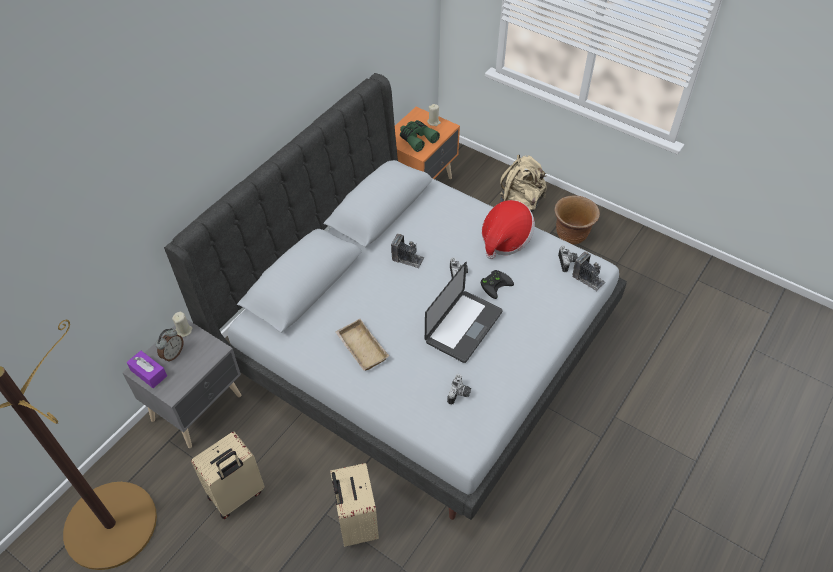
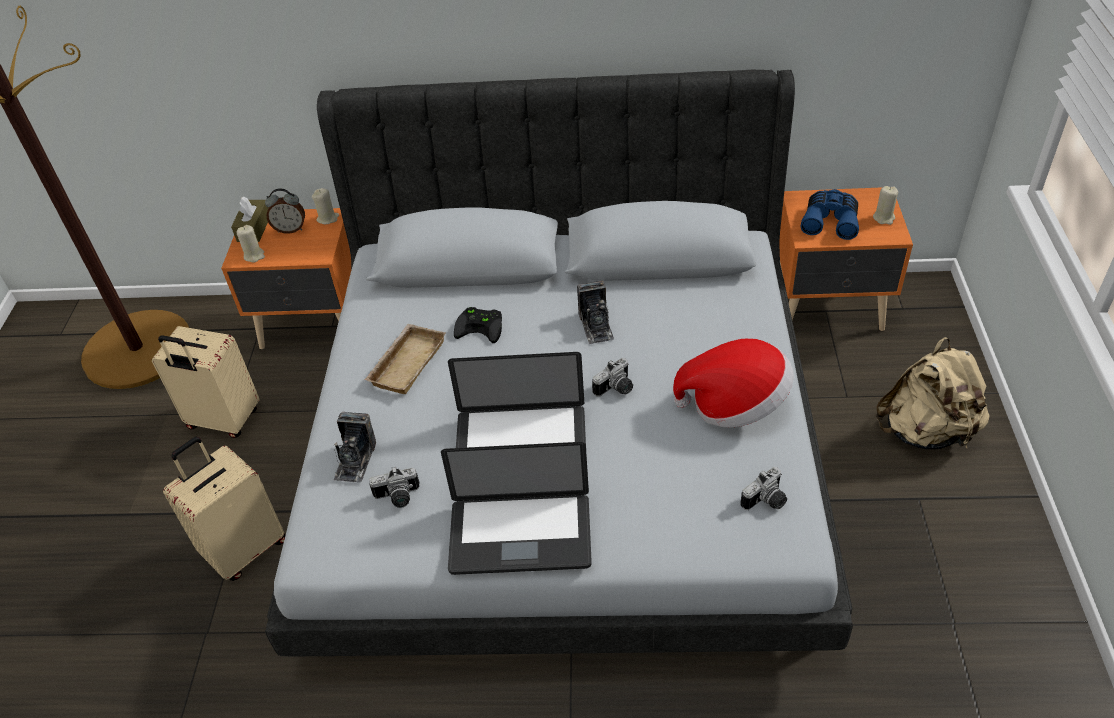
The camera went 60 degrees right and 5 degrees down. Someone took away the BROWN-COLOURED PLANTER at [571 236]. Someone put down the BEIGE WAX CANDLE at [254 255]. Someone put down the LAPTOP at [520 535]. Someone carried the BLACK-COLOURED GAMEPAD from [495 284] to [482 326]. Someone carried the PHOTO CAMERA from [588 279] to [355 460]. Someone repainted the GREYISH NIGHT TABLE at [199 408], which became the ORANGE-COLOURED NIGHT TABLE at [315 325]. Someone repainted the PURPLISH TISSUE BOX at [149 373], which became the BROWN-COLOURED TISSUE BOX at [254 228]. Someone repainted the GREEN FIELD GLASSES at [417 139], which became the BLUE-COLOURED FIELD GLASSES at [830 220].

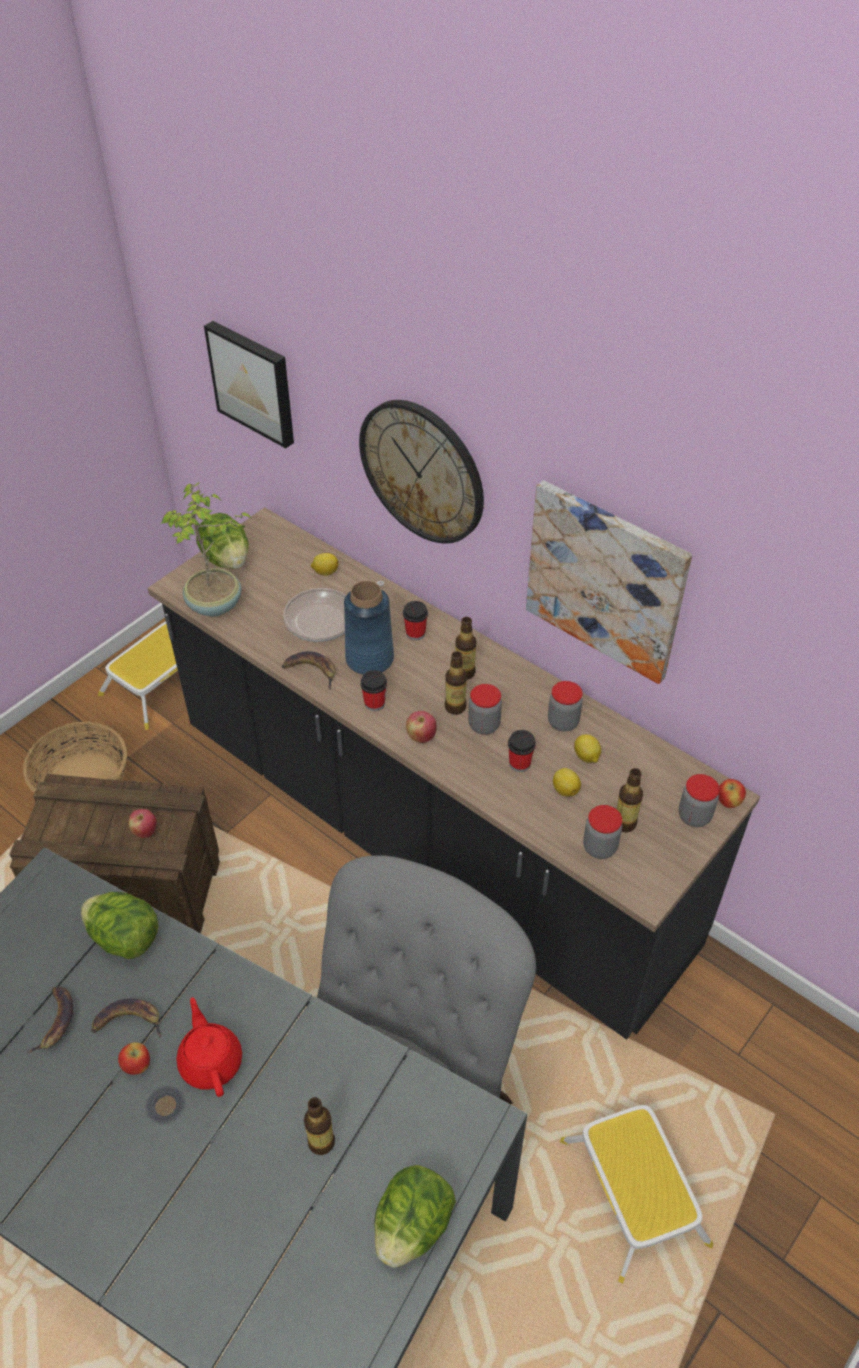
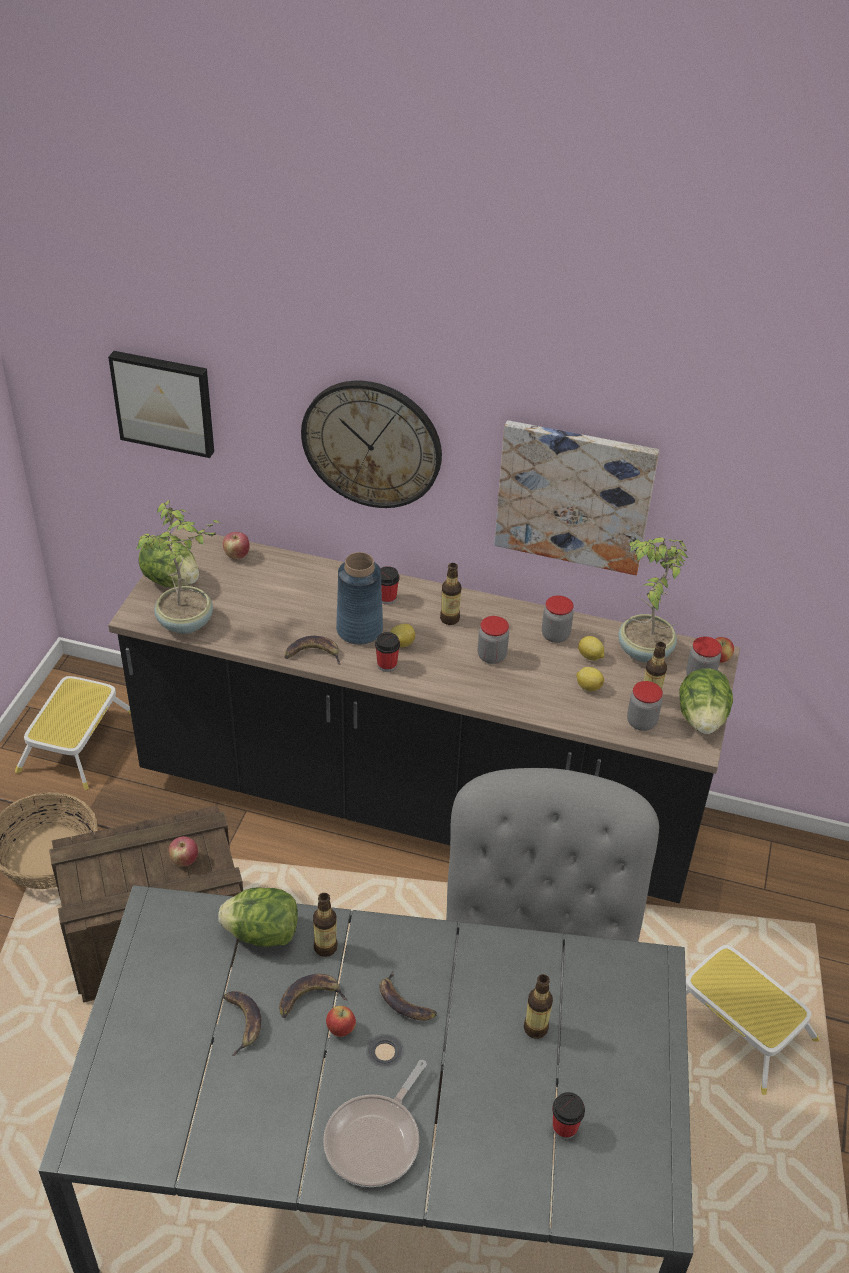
The camera went 25 degrees left and 5 degrees down. Someone put down the HOUSEPLANT at [643 651]. Someone carried the SKILLET from [325 618] to [376 1140]. Someone carried the WHOLE LEMON from [325 572] to [401 644]. Someone carried the HEAD OF LETTUCE from [413 1225] to [701 719]. Someone carried the APPLE from [421 737] to [237 555]. Someone carried the BOTTLE from [455 707] to [325 947]. Someone carried the CUP from [519 763] to [564 1127]. Someone swapped the REDDISH POT FOR TEA at [211 1061] for the BANANA at [404 1002].

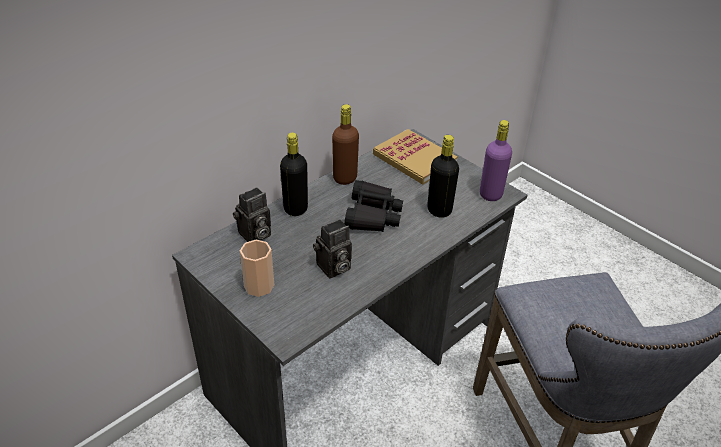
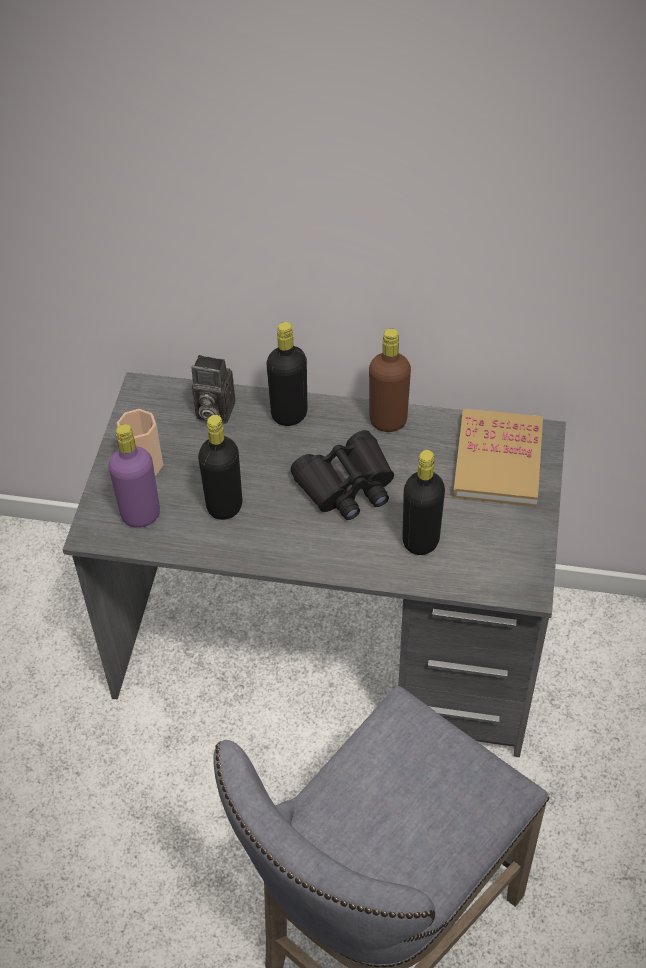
The camera went 55 degrees right and 10 degrees up. Someone carried the PURPLISH BOTTLE from [490 194] to [140 515]. Someone swapped the PHOTO CAMERA at [333 268] for the BLACK-COLOURED BOTTLE at [224 506].

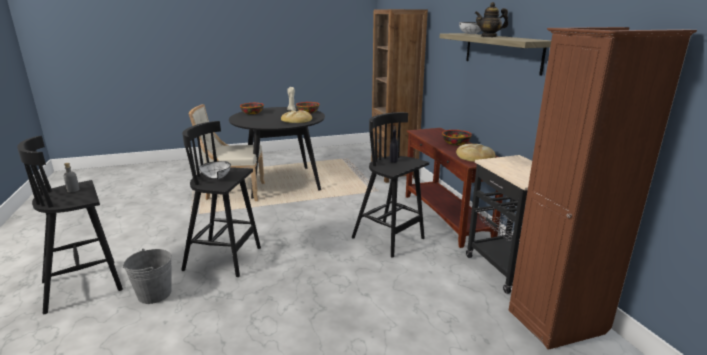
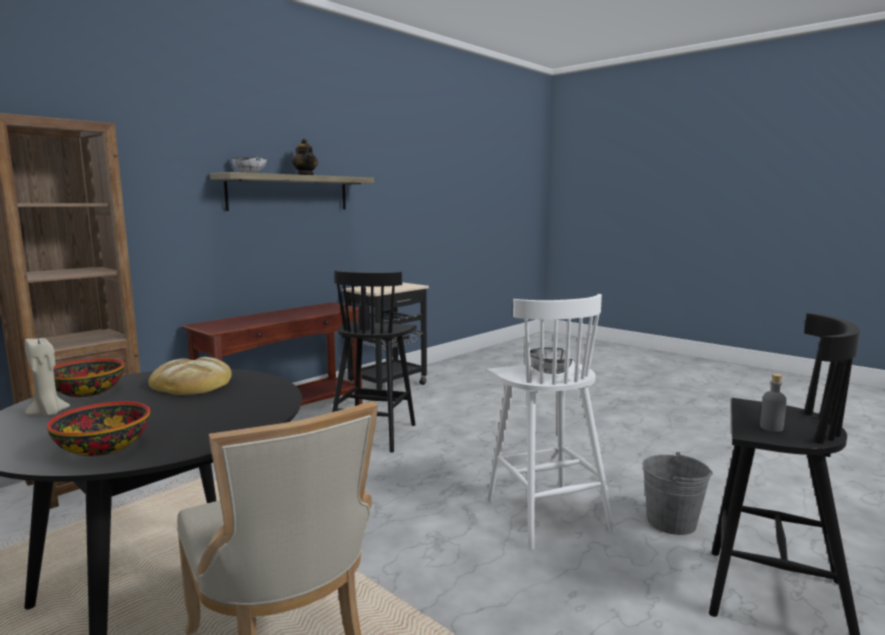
The camera went 120 degrees left and 10 degrees down. Someone took away the BOWL at [456 143]. Someone took away the BAKED BREAD at [474 156]. Someone took away the BROWN-COLOURED CUPBOARD at [557 322]. Someone repainted the BLACK-COLOURED STOOL SEAT at [225 258], which became the WHITISH STOOL SEAT at [545 512].

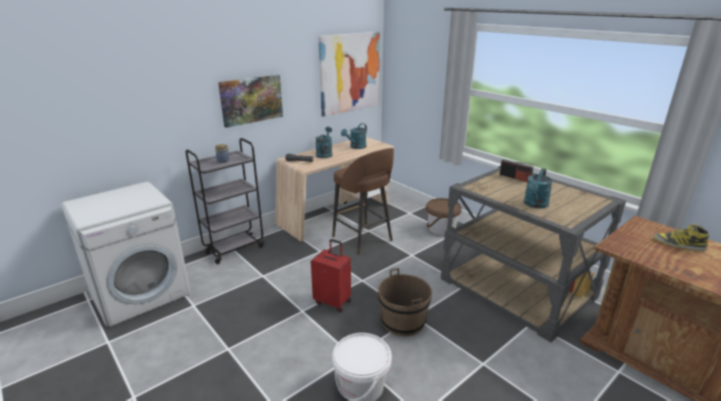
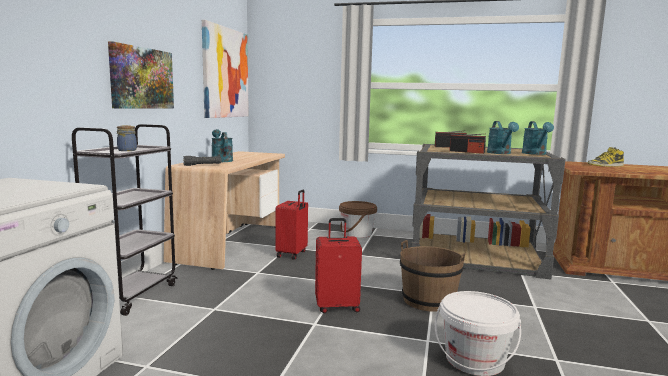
The camera went 35 degrees left and 15 degrees down. Someone put down the RADIO at [466 152]. Someone carried the BLUE-GREEN WATERING CAN from [356 147] to [535 154]. Someone swapped the BROWN-COLOURED STOOL SEAT at [363 239] for the REDDISH SUITCASE at [292 254].

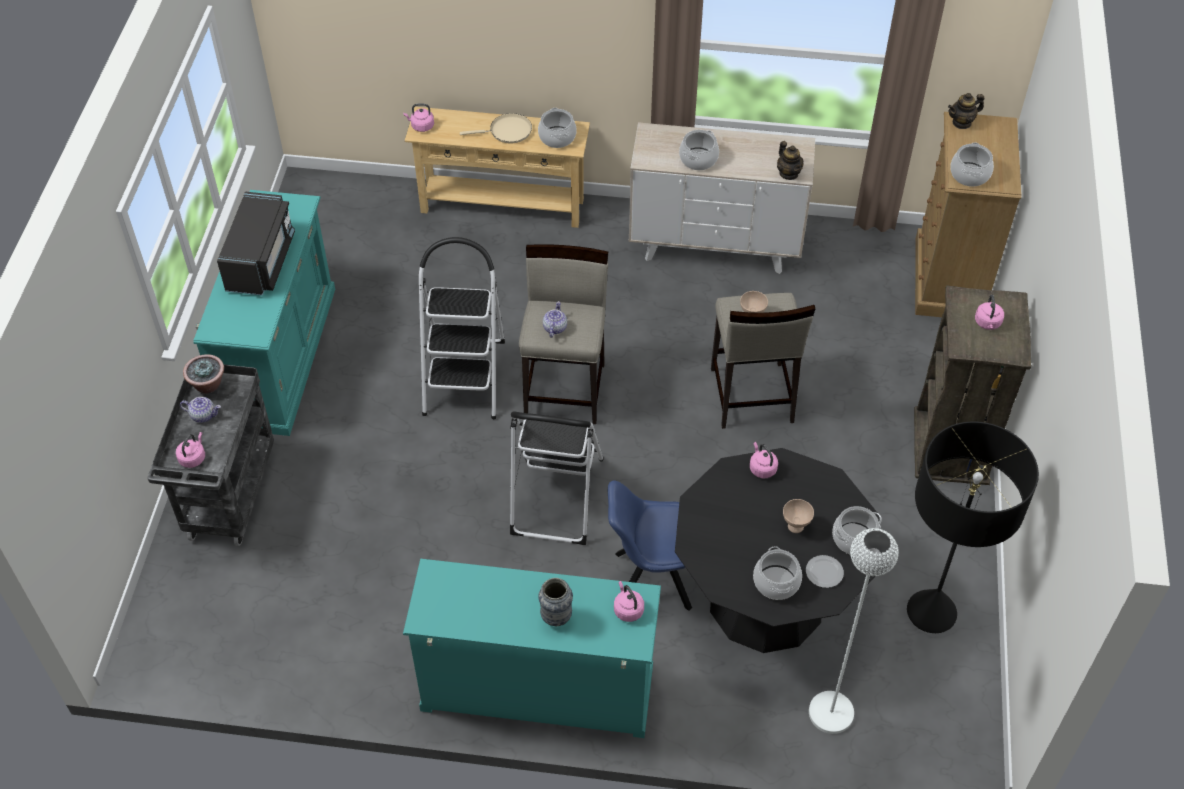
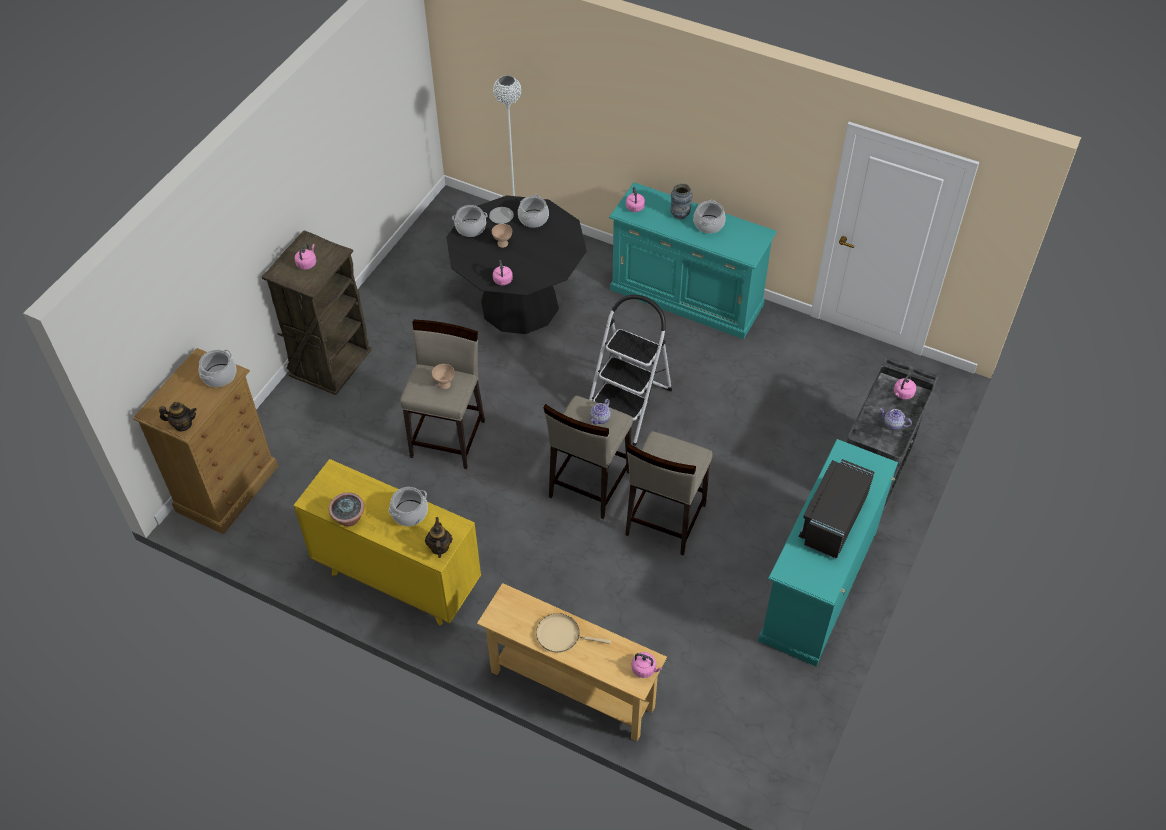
The camera went 160 degrees left and 0 degrees up. Someone took away the BLUE-COLOURED UPRIGHT CHAIR at [652 580]. Someone took away the BLACK-COLOURED FLOOR LAMP at [930 614]. Someone carried the HOUSEPLANT from [208 385] to [349 519]. Someone carried the SAUCEPOT from [557 137] to [709 224]. Someone carried the POT FOR TEA from [788 173] to [439 547]. Someone swapped the STEP LADDER at [466 375] for the BEIGE STOOL SEAT at [664 520]. Someone repainted the WHITISH CHEST OF DRAWERS at [715 246], which became the YELLOWISH CHEST OF DRAWERS at [398 580].

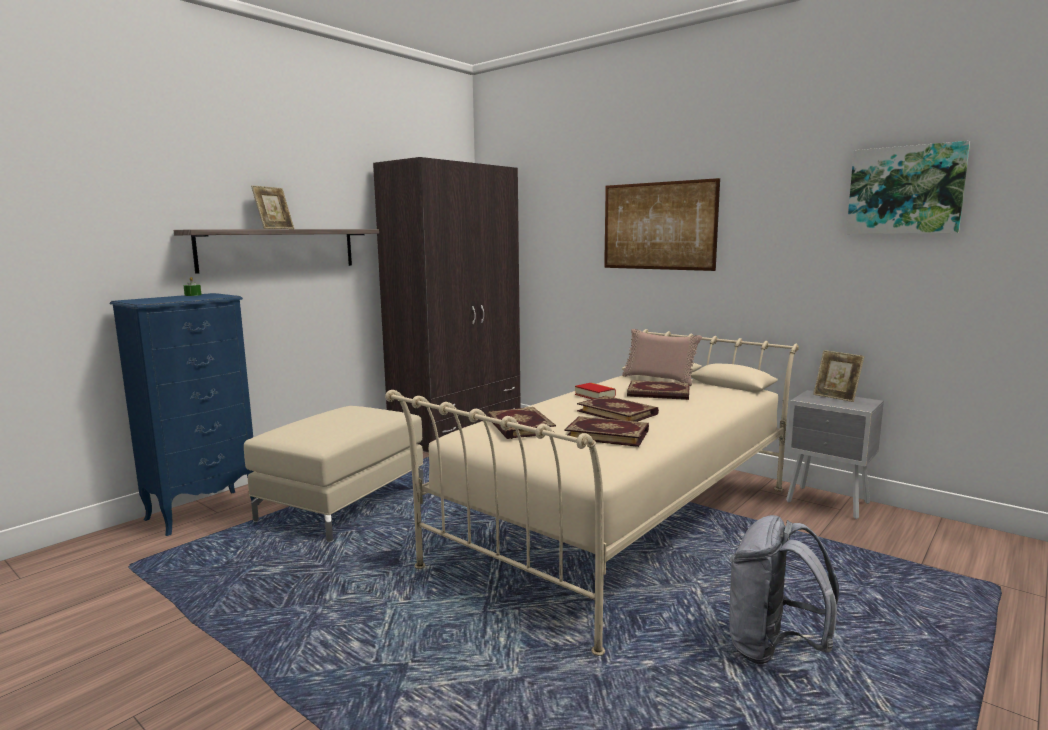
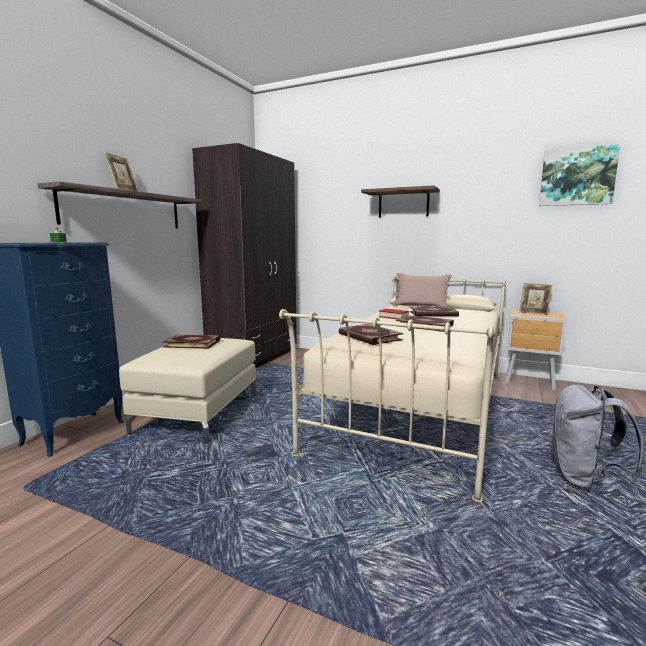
The camera went 15 degrees left and 0 degrees up. Someone carried the BOUND BOOK from [607 434] to [193 343]. Someone swapped the WALL PICTURE at [658 226] for the BROWN-COLOURED WALL SHELF at [403 203]. Someone repainted the GREYISH NIGHT TABLE at [829 503], which became the BROWN-COLOURED NIGHT TABLE at [530 382].

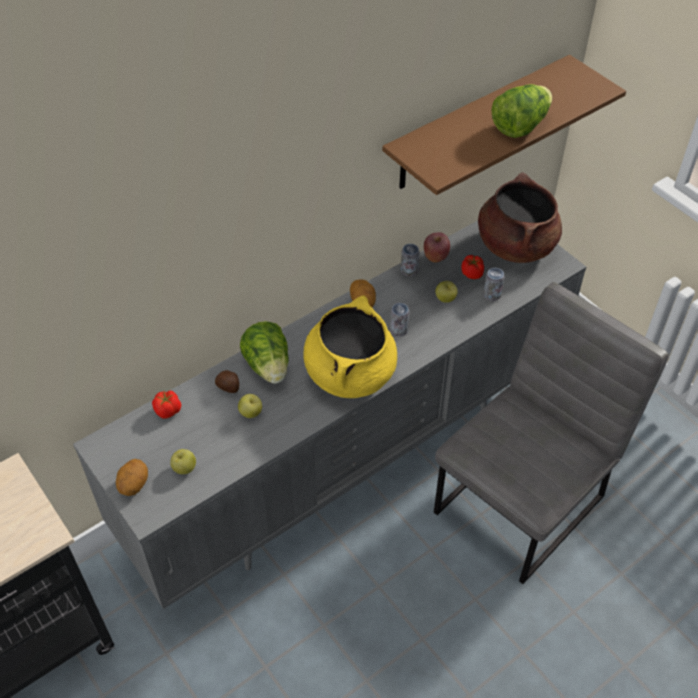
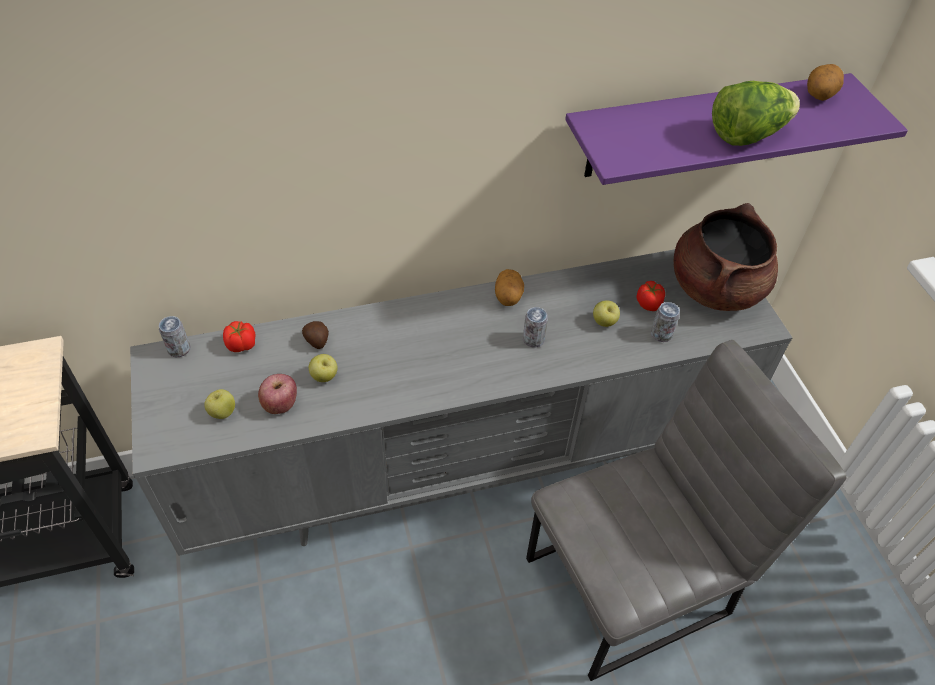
The camera went 20 degrees right and 0 degrees up. Someone took away the HEAD OF LETTUCE at [268 366]. Someone took away the YELLOWISH SAUCEPOT at [350 373]. Someone carried the POTATO from [133 485] to [818 96]. Someone carried the METAL CAN from [409 270] to [179 349]. Someone carried the APPLE from [435 256] to [280 404]. Someone repainted the BROWN-COLOURED WALL SHELF at [477 124], which became the PURPLISH WALL SHELF at [703 126].

